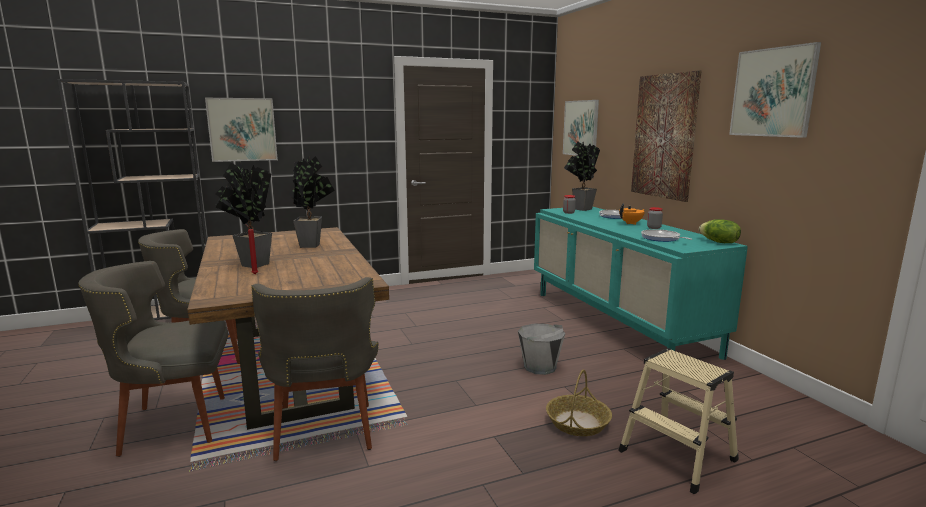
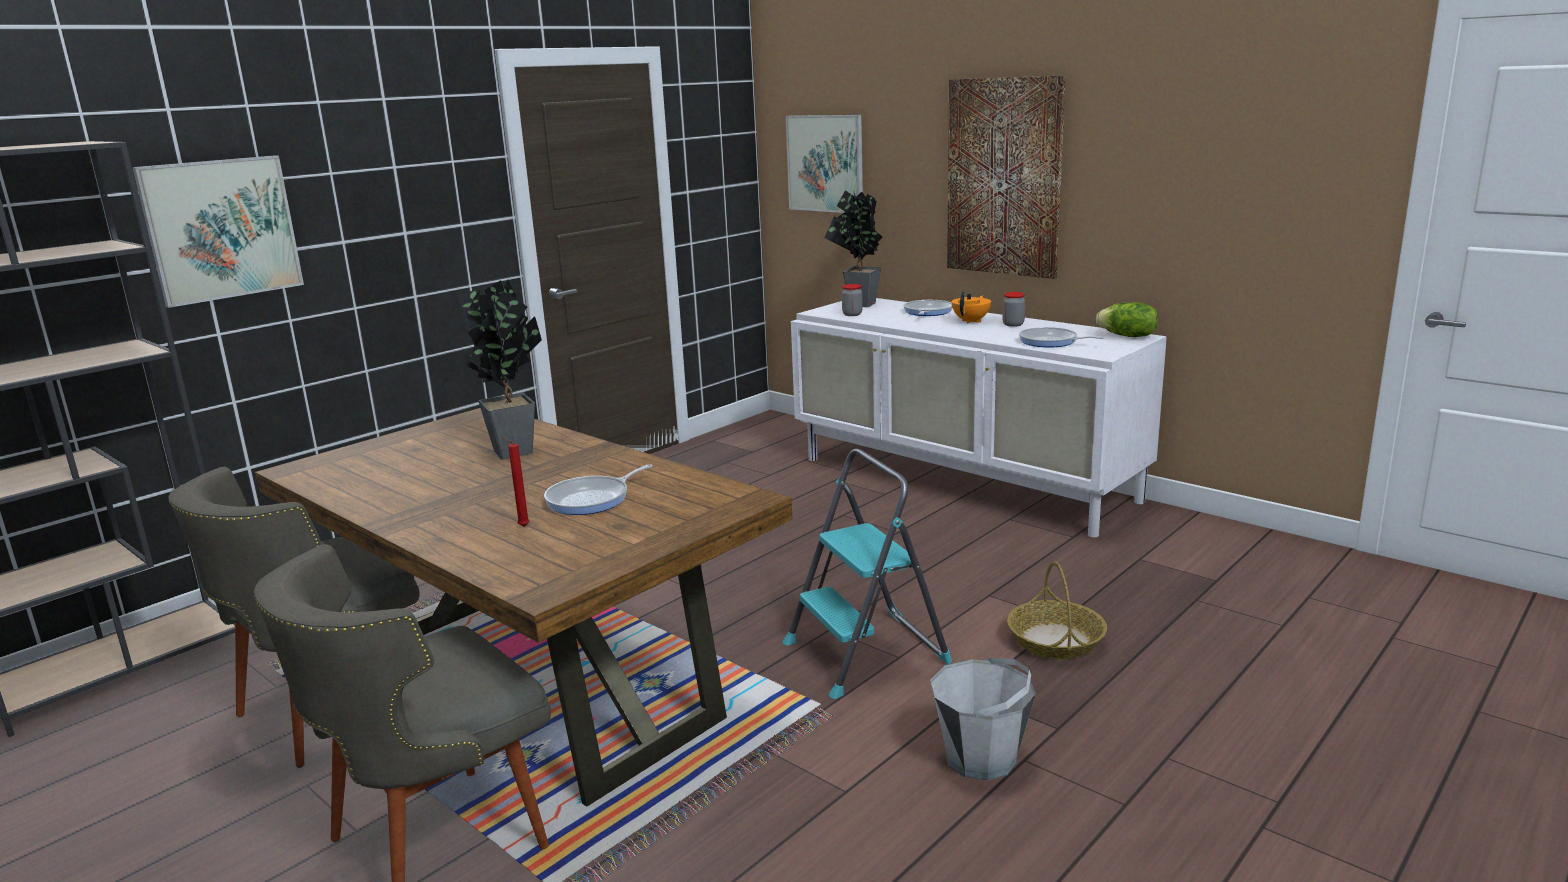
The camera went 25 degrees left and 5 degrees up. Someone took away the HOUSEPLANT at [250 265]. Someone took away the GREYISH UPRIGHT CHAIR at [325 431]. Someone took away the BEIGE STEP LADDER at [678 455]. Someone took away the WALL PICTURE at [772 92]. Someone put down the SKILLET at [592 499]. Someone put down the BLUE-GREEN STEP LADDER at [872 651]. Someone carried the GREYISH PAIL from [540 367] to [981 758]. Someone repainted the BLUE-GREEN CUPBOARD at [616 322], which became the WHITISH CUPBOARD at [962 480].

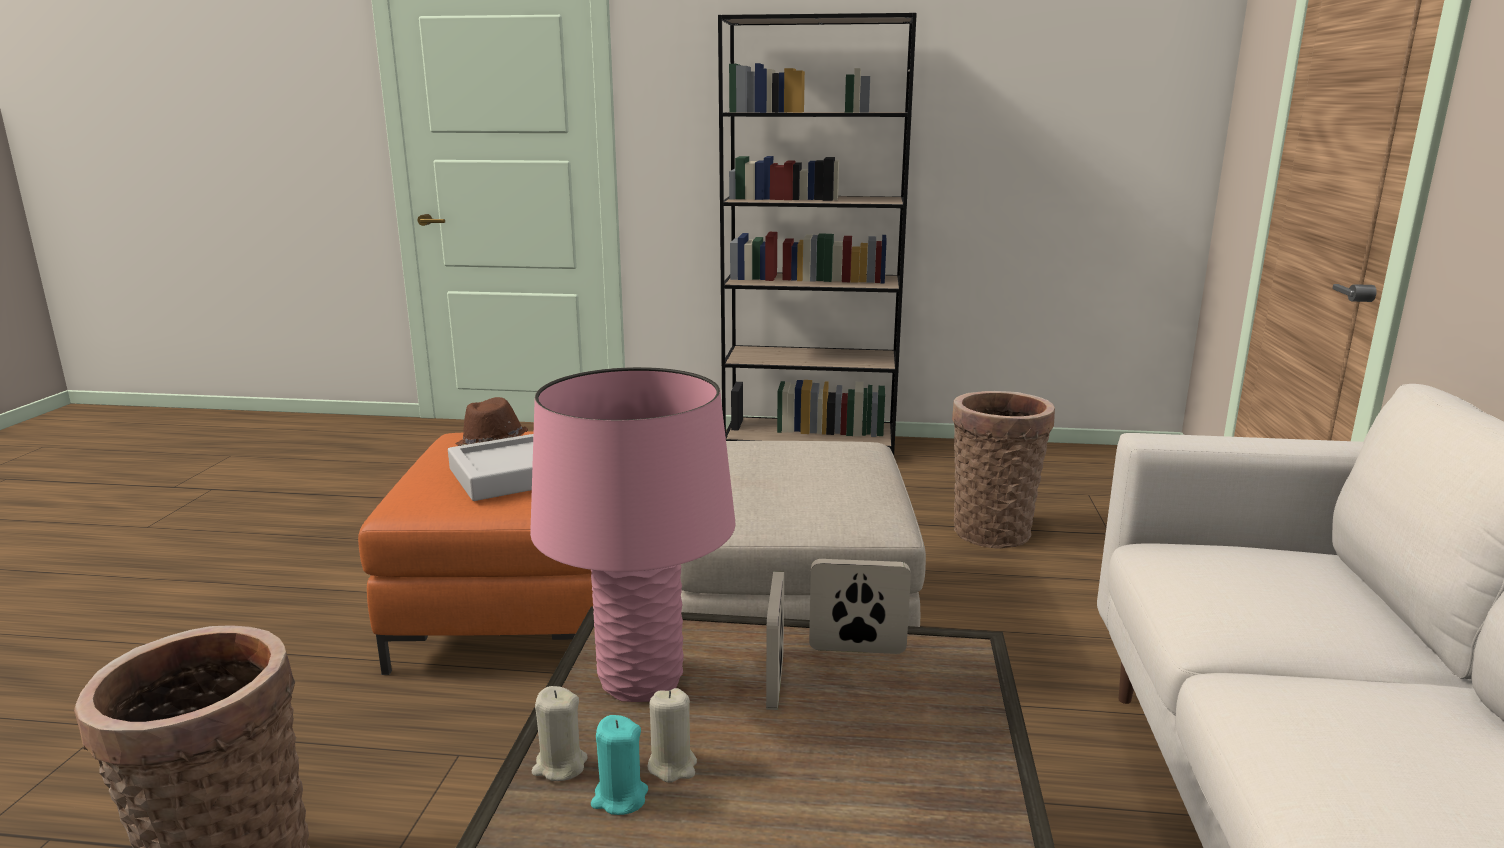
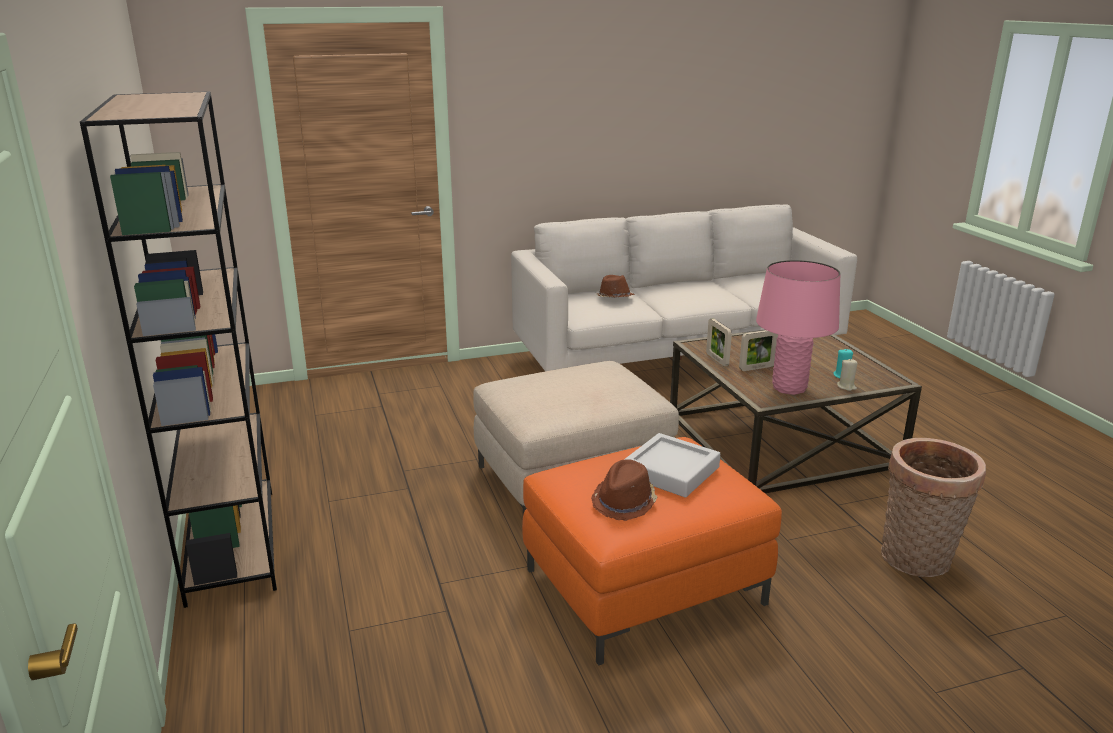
The camera went 115 degrees left and 5 degrees up. Someone took away the BEIGE WAX CANDLE at [672 765]. Someone took away the HOUSEHOLD BASKET at [992 529]. Someone put down the BROWN-COLOURED HAT at [614 299].

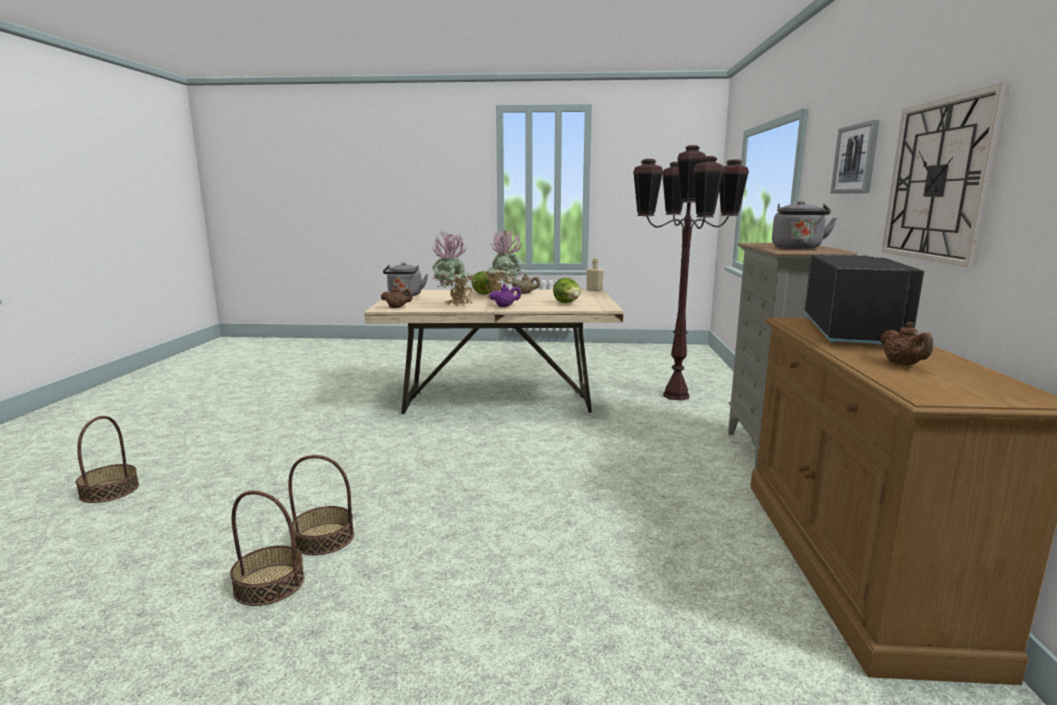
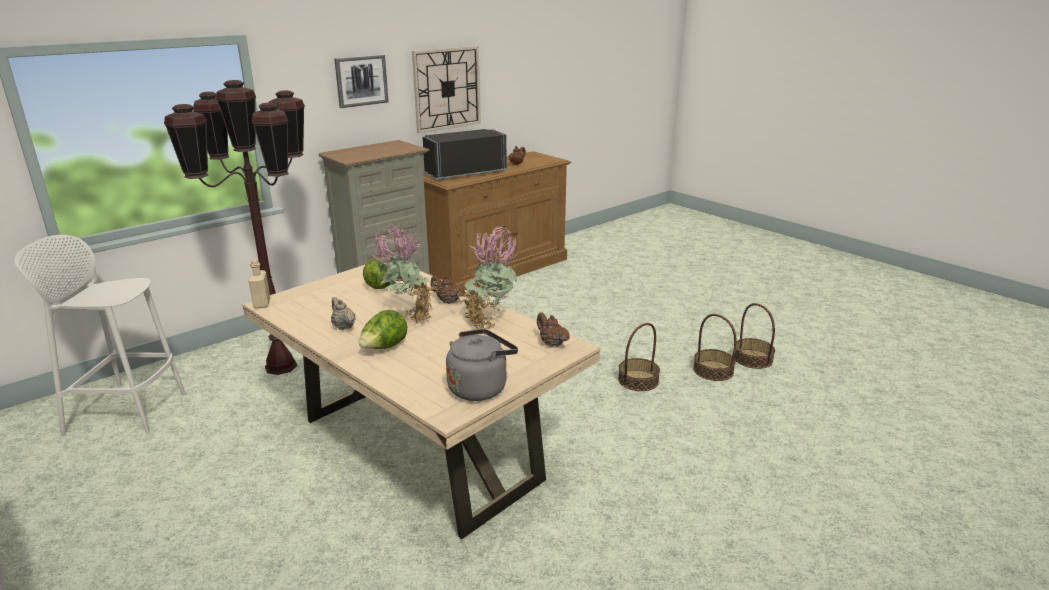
The camera went 135 degrees left and 10 degrees up. Someone took away the GREYISH WATER KETTLE at [797 248]. Someone put down the WHITISH STOOL SEAT at [126 410]. Someone carried the HOUSEHOLD BASKET from [109 490] to [638 380]. Someone repainted the PURPLISH POT FOR TEA at [505 306], which became the BROWN-COLOURED POT FOR TEA at [447 301].

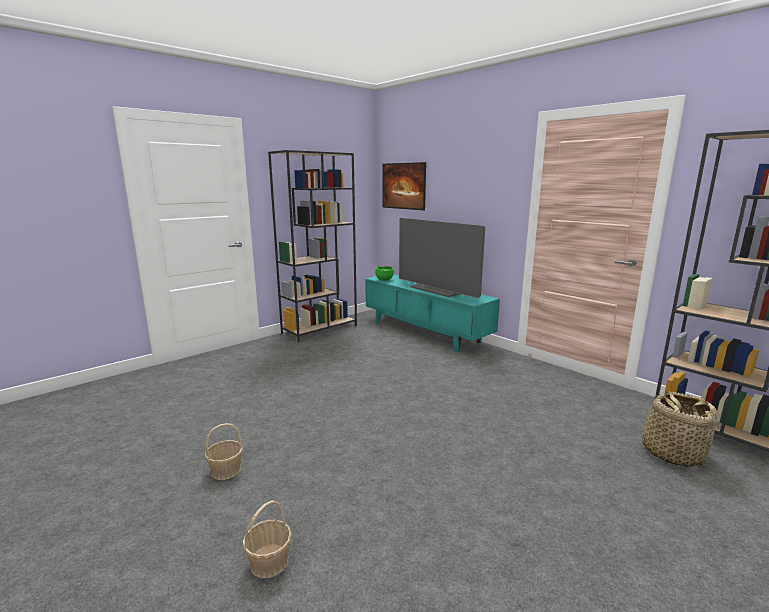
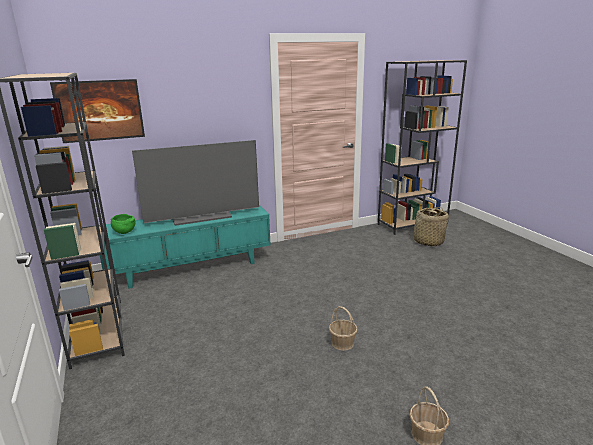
The camera went 70 degrees left and 5 degrees up. Someone carried the HOUSEHOLD BASKET from [270 561] to [342 343].

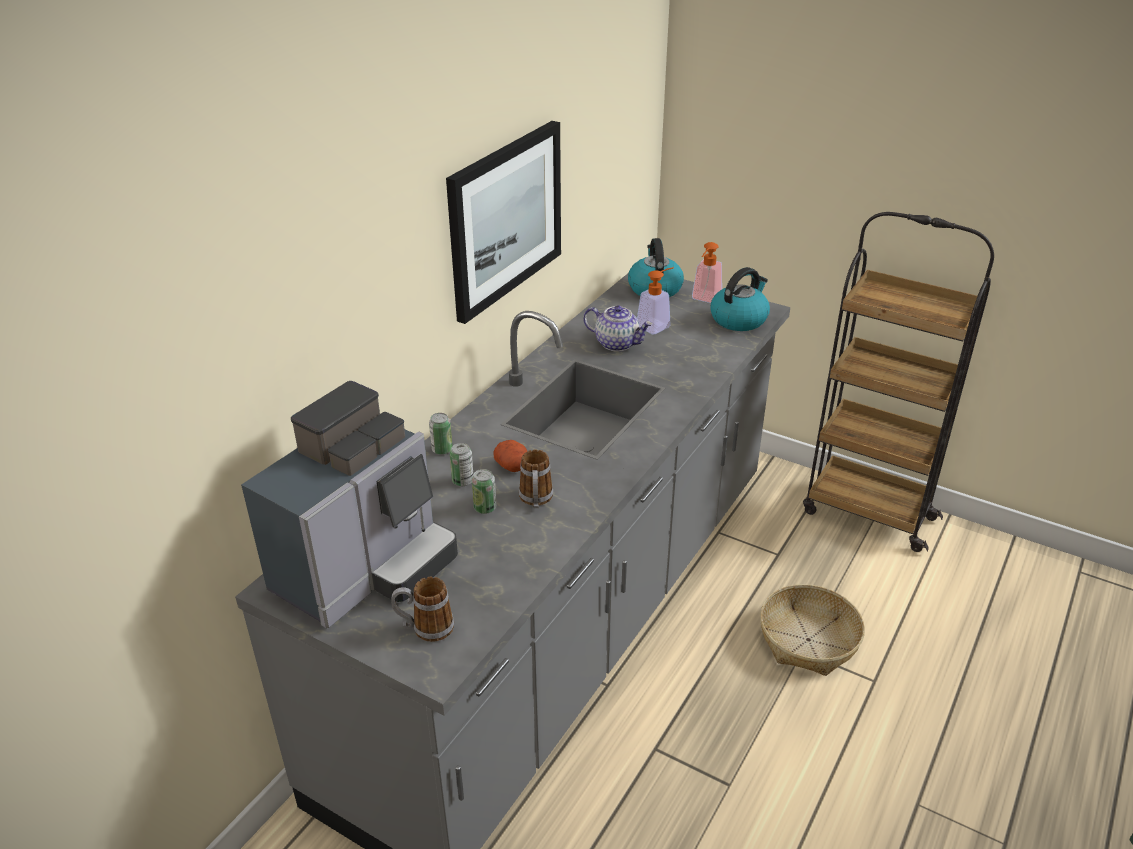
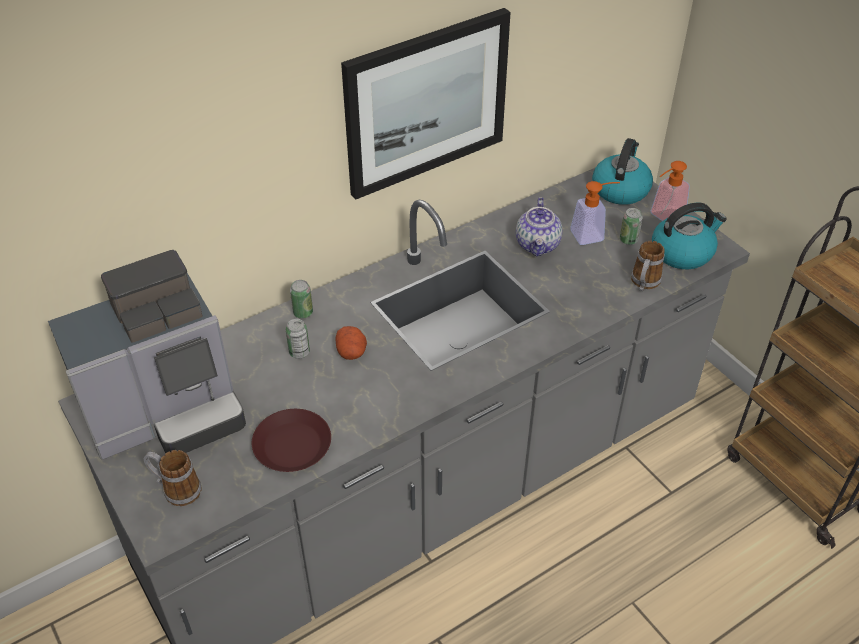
The camera went 25 degrees right and 10 degrees up. Someone took away the HOUSEHOLD BASKET at [808 640]. Someone put down the BROWN-COLOURED PLATE at [293 445]. Someone carried the METAL CAN from [485 508] to [628 240]. Someone carried the COFFEE MUG from [536 500] to [644 284]. Someone rotated the POT FOR TEA at [617 343] by 45 degrees clockwise.

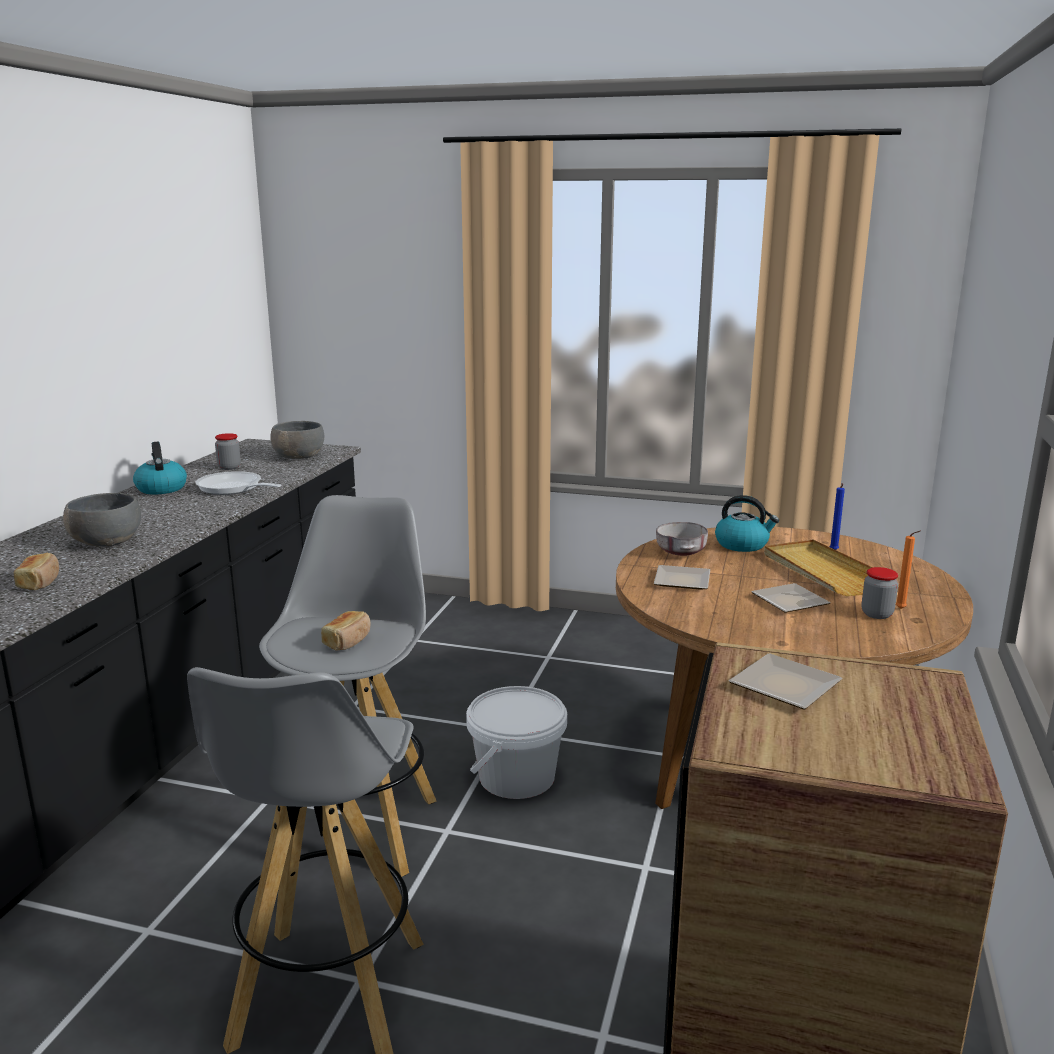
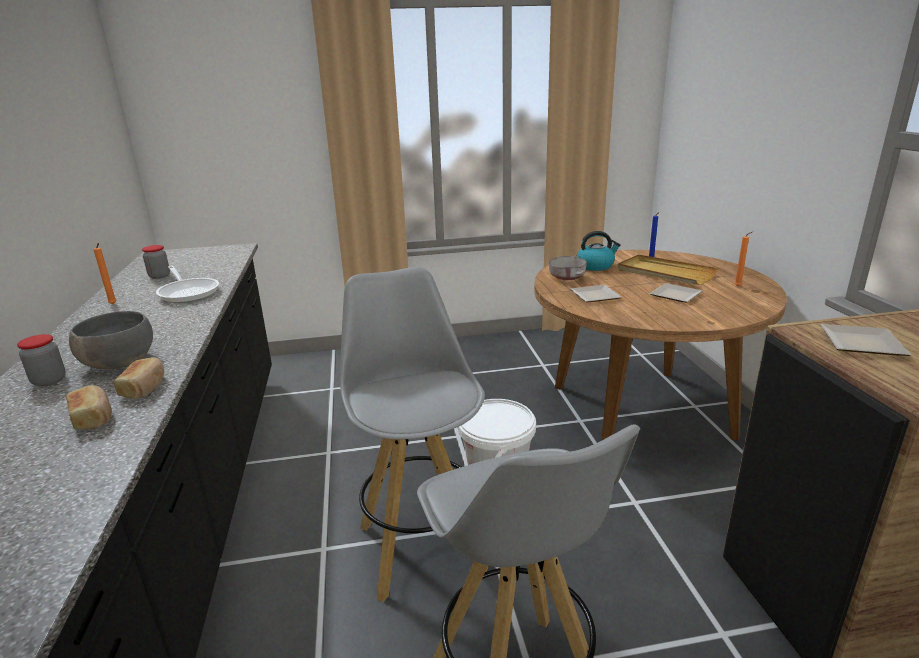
The camera went 25 degrees left and 5 degrees up. Someone took away the GREYISH BOWL at [298 456]. Someone carried the BAKED BREAD from [348 640] to [144 387]. Someone carried the STORAGE JAR from [877 614] to [49 381]. Someone swapped the WATER KETTLE at [161 488] for the ORANGE-COLOURED WAX CANDLE at [113 304]. Someone rotated the SKILLET at [233 488] by 135 degrees counterclockwise.

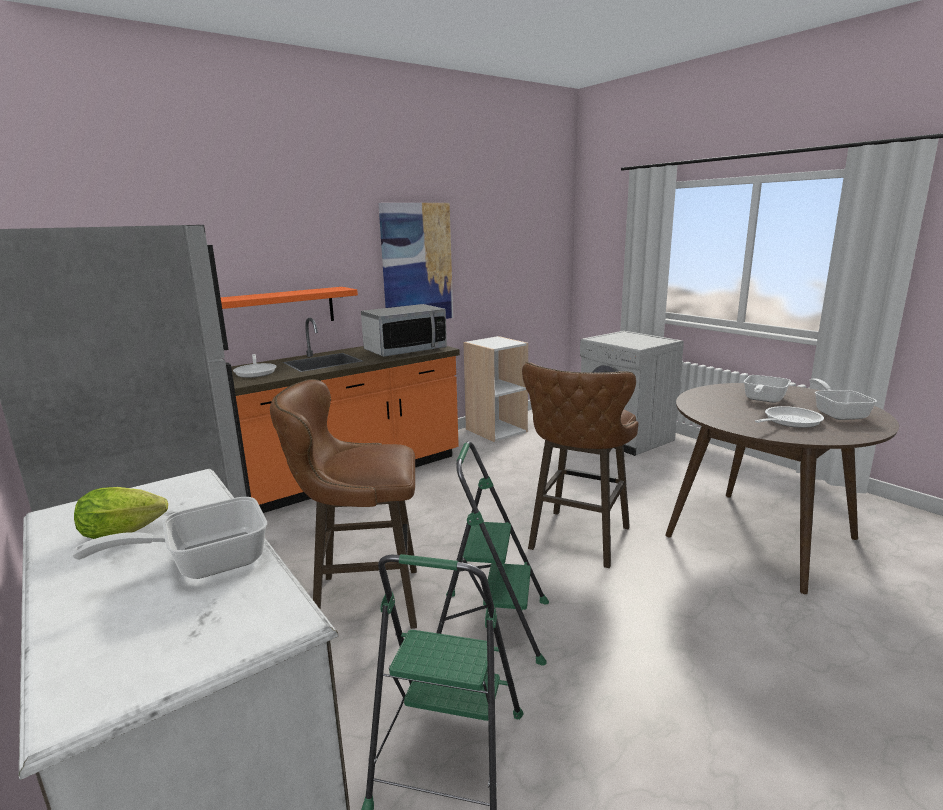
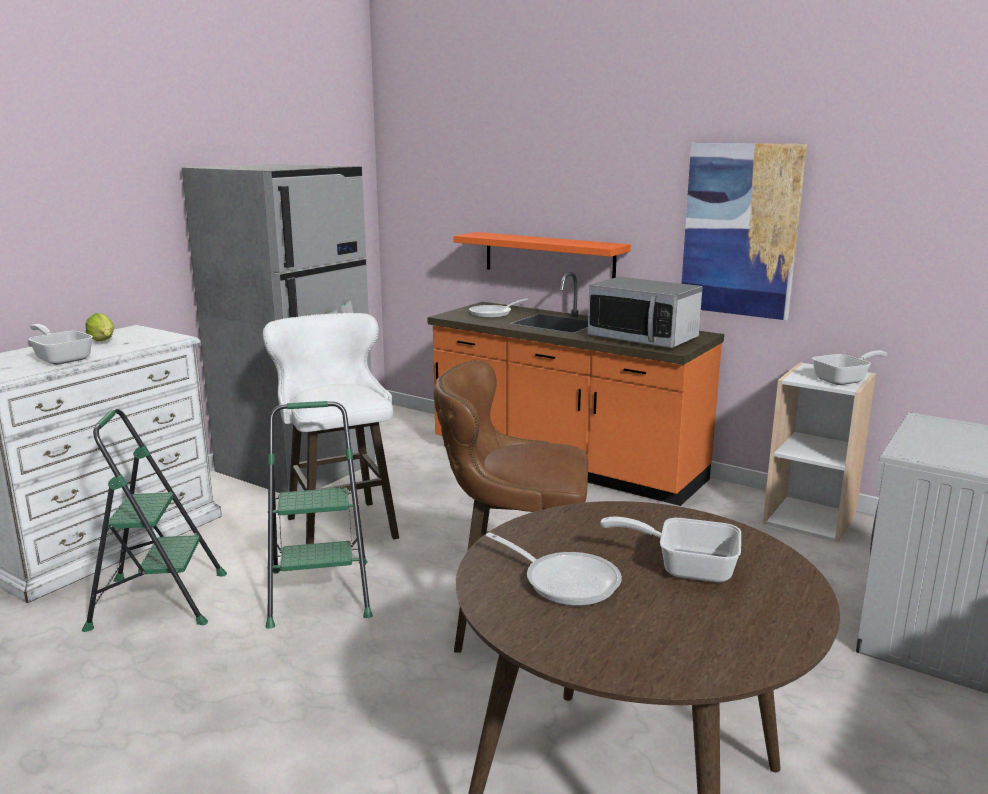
The camera went 70 degrees right and 0 degrees up. Someone carried the SKILLET from [837 413] to [844 380]. Someone repainted the BROWN-COLOURED STOOL SEAT at [362 601], which became the WHITISH STOOL SEAT at [340 525].

